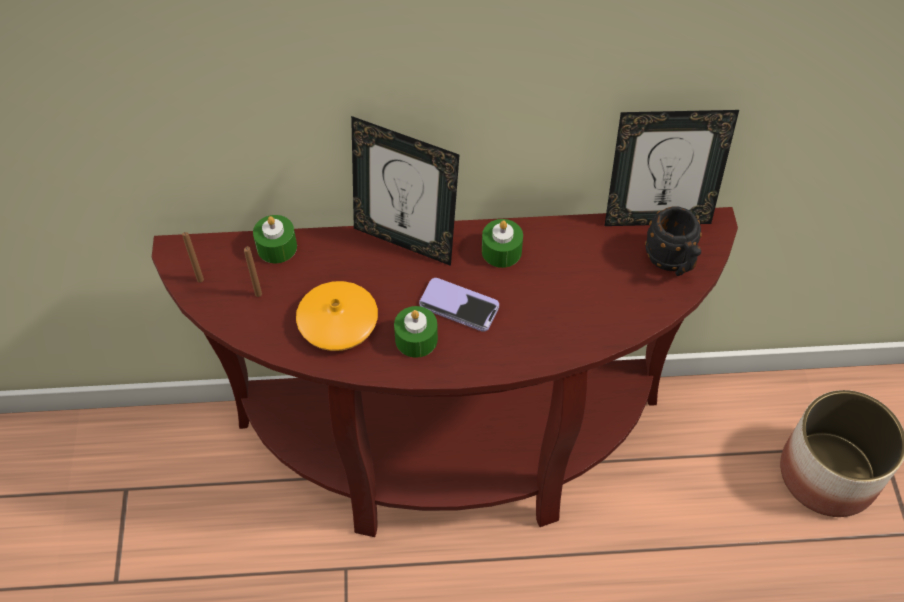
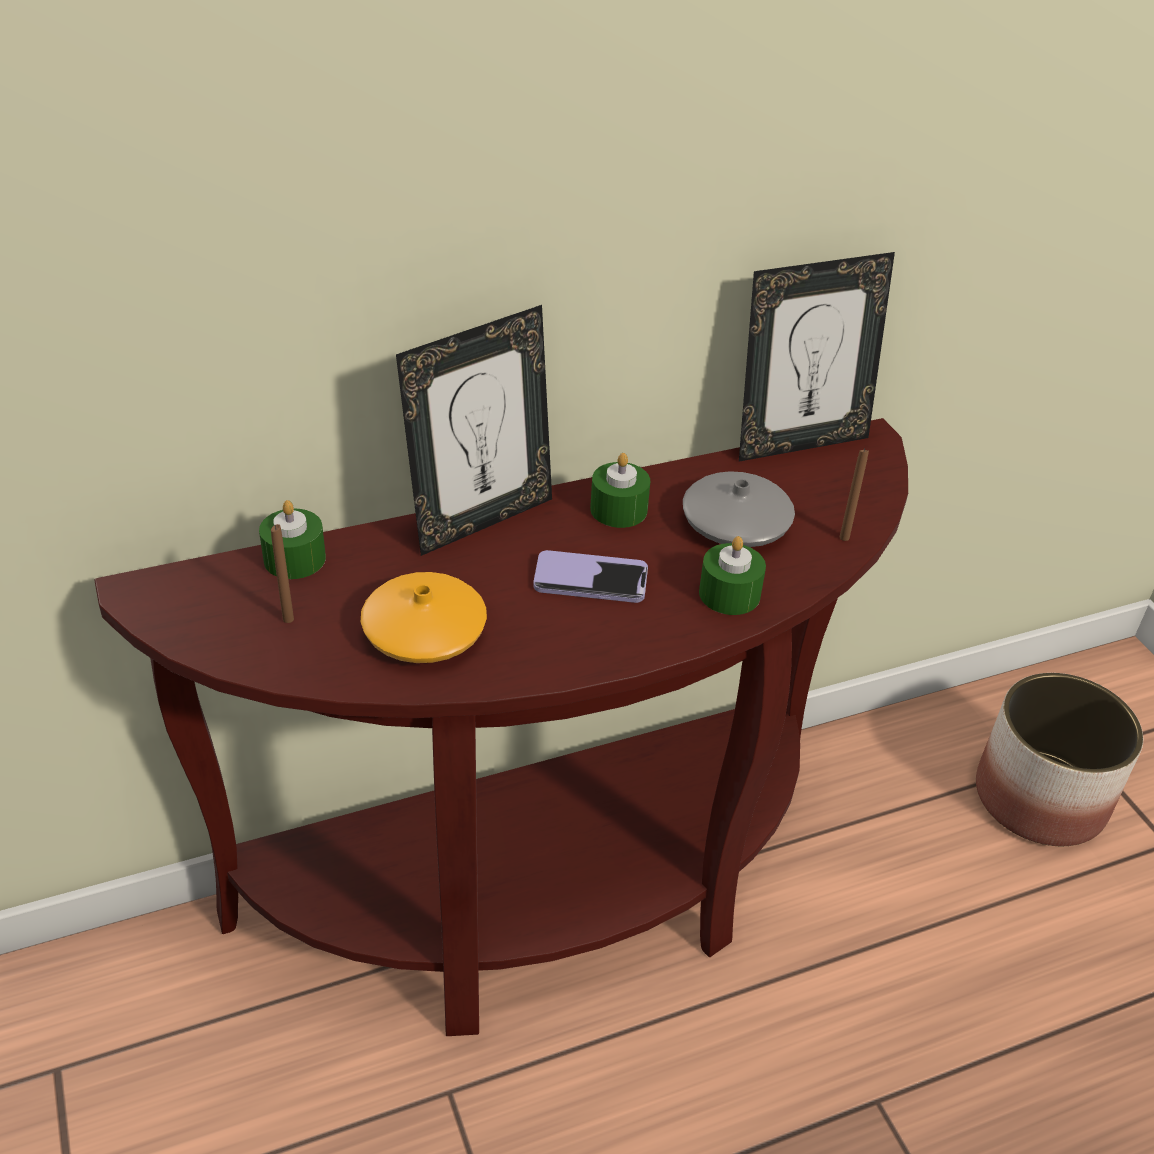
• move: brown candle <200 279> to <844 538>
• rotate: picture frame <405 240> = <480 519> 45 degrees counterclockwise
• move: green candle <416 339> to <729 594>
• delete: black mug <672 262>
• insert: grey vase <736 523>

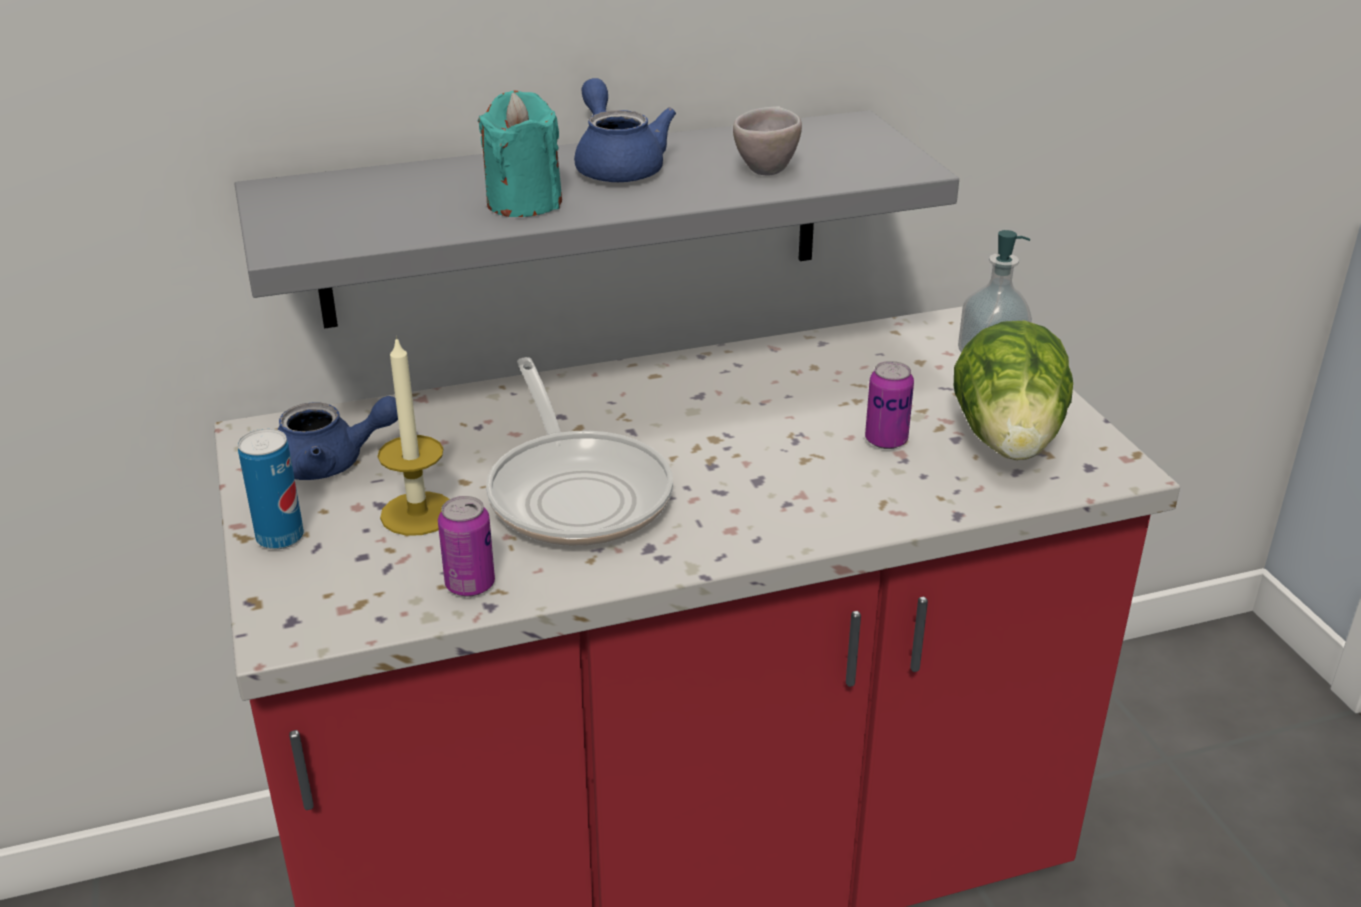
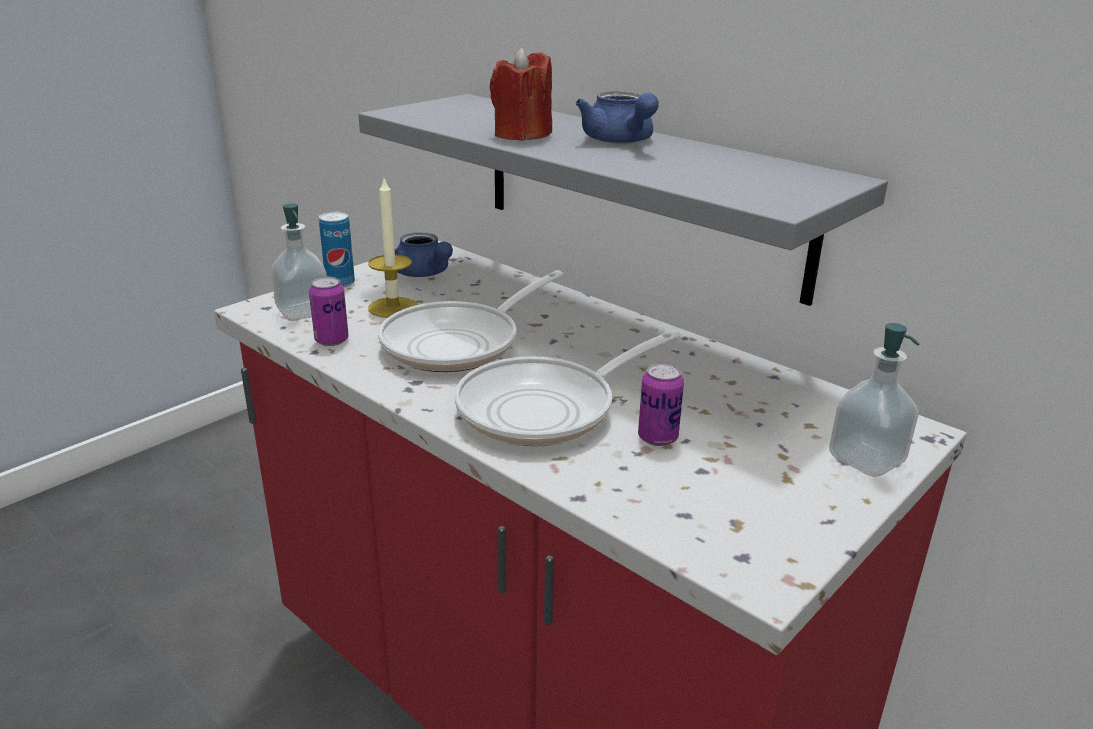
• recolor: turquoise candle <524 203> to red candle <522 135>
• rotate: blue teapot <617 166> = <620 141> 120 degrees clockwise
• delete: beige cup <767 168>
• delete: lettuce <1009 443>
• insert: soap dispenser <303 311>
• insert: frying pan <547 408>

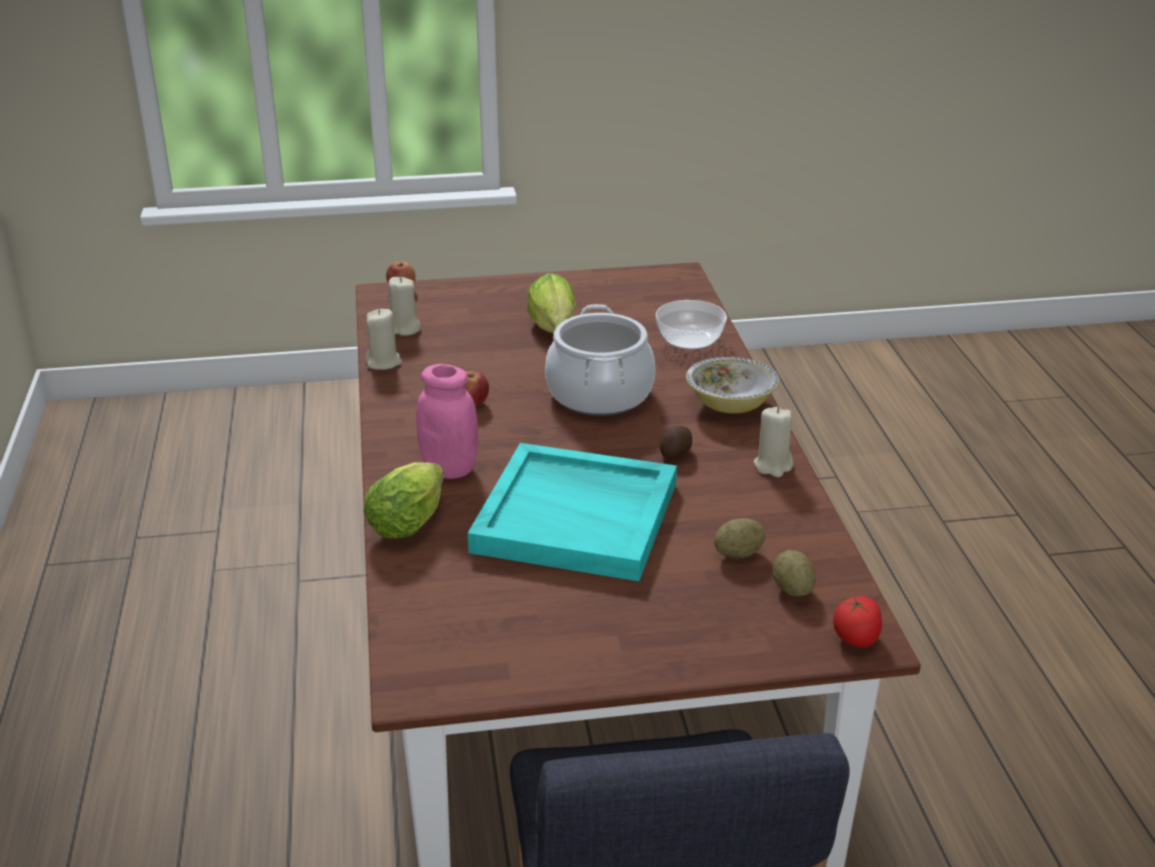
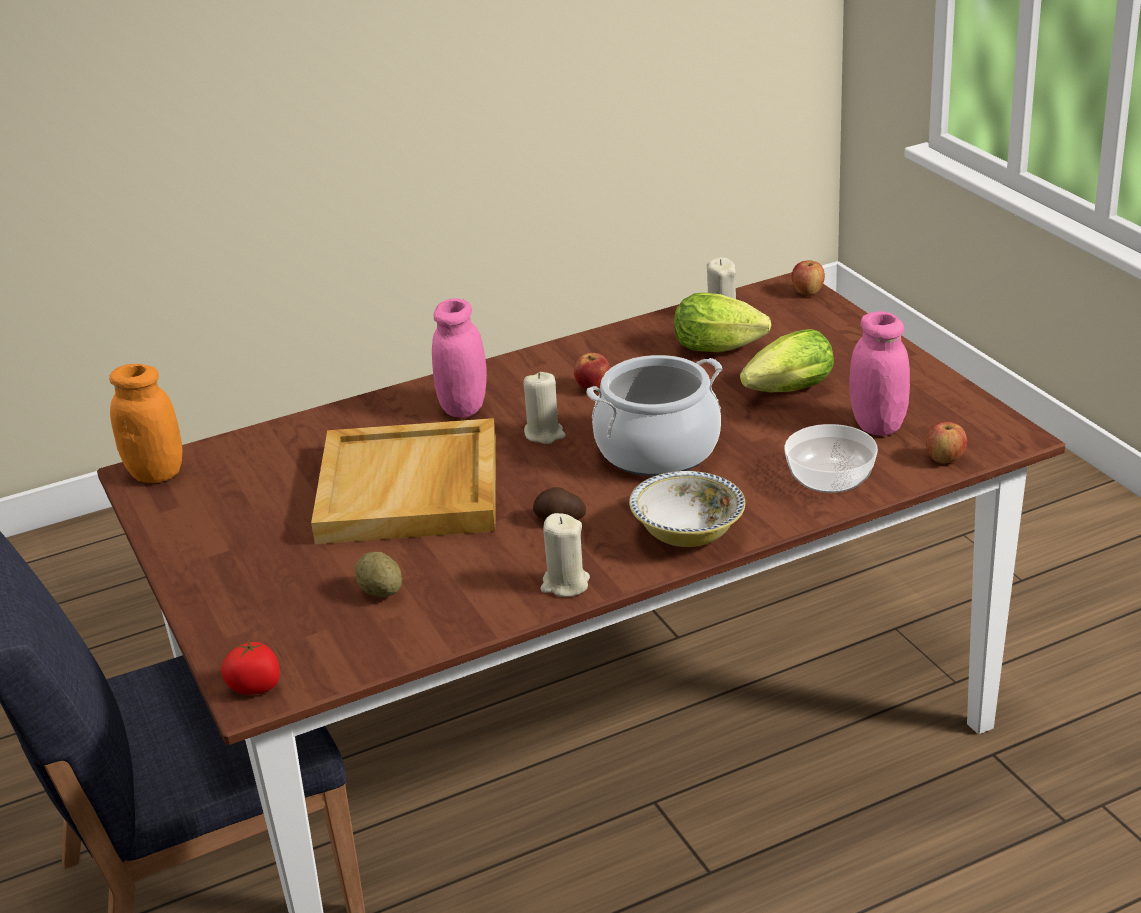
• move: lettuce <410 521> to <723 349>
• move: beige candle <384 362> to <544 434>
• recolor: turquoise tray <578 517> to beige tray <411 489>
• delete: potato <792 589>
• insert: orange jar <156 473>
• insert: pink jar <877 425>
• insert: apple <944 459>

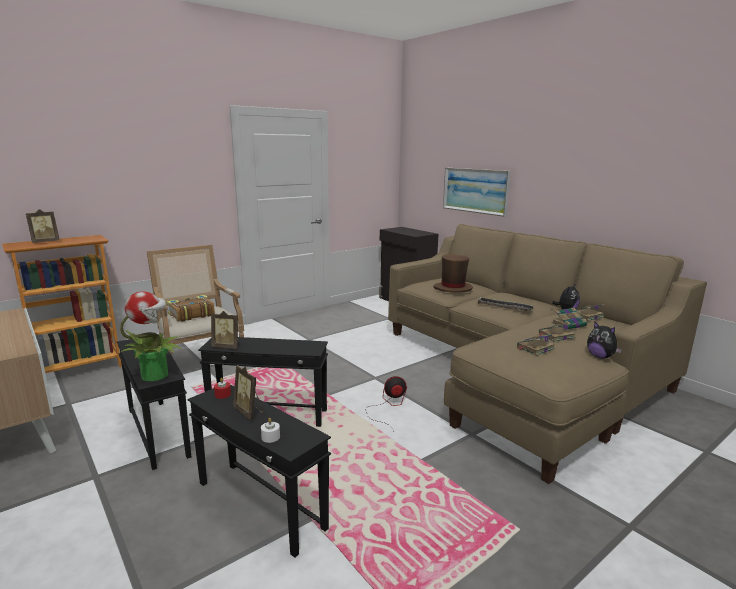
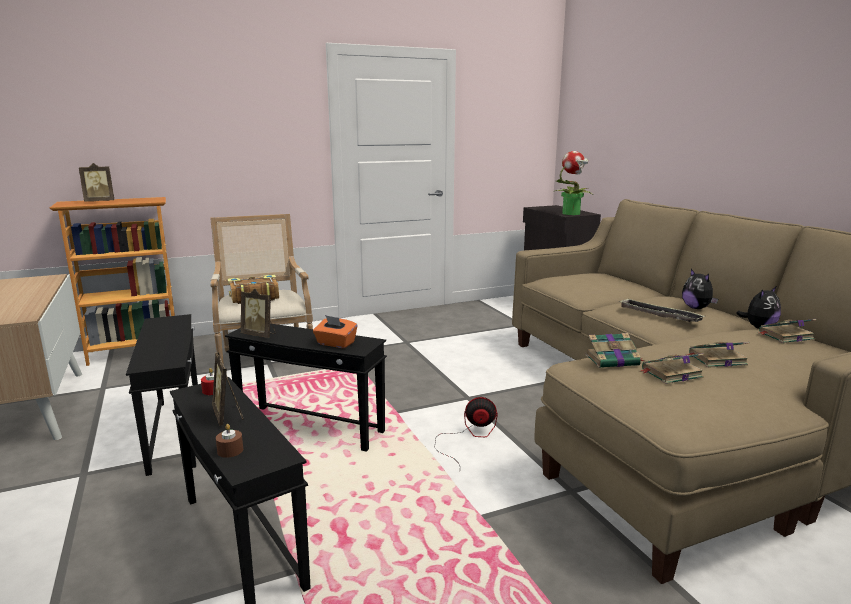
• move: potted plant <155 375> to <571 213>
• recolor: white candle <270 437> to brown candle <230 450>
• delete: brown hat <452 288>
• delete: picture <475 190>
• move: book <569 324> to <613 360>
• move: plush toy <600 356> to <696 308>
• insert: orange tissue box <335 343>

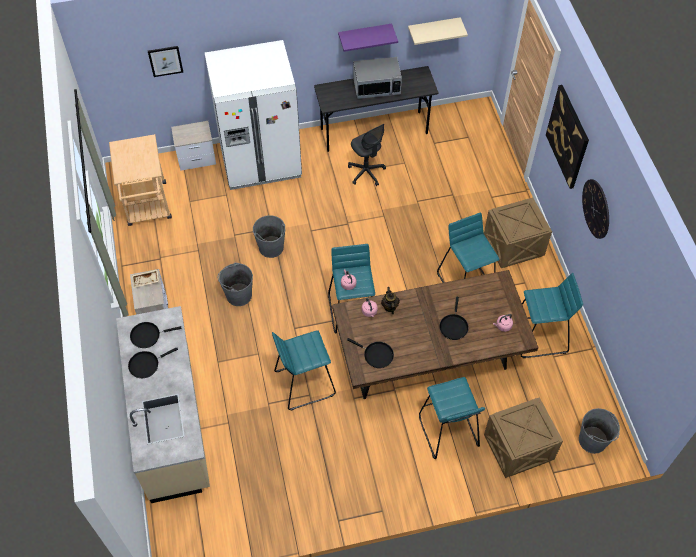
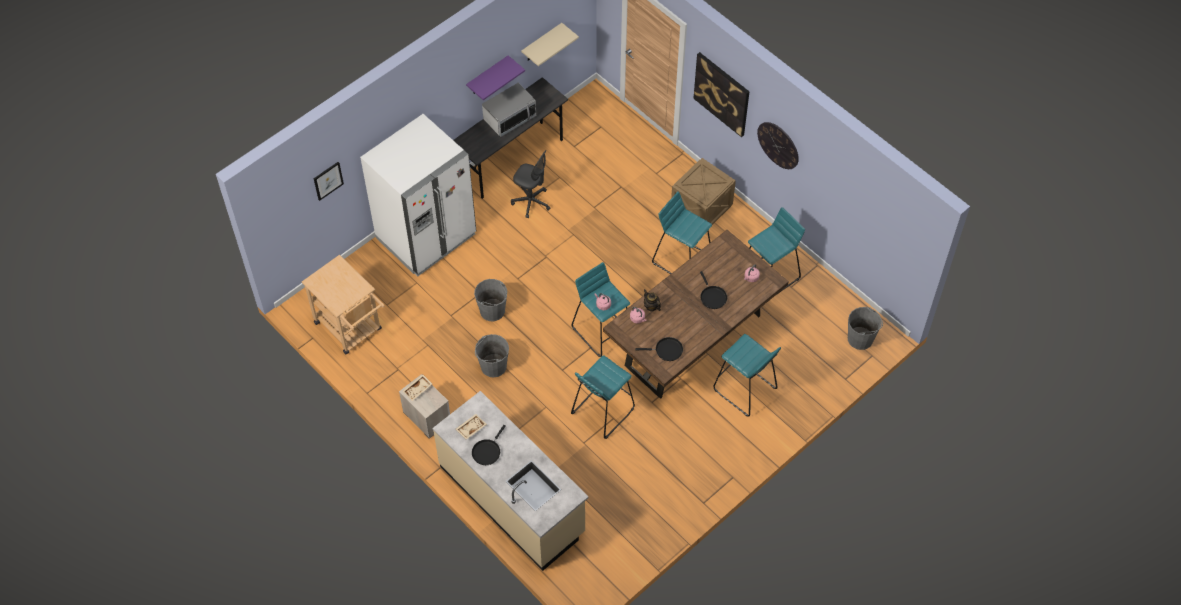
• replace: black frying pan <148 335> to beige tray <471 428>
• delete: nightstand <197 158>
• delete: crate <517 447>

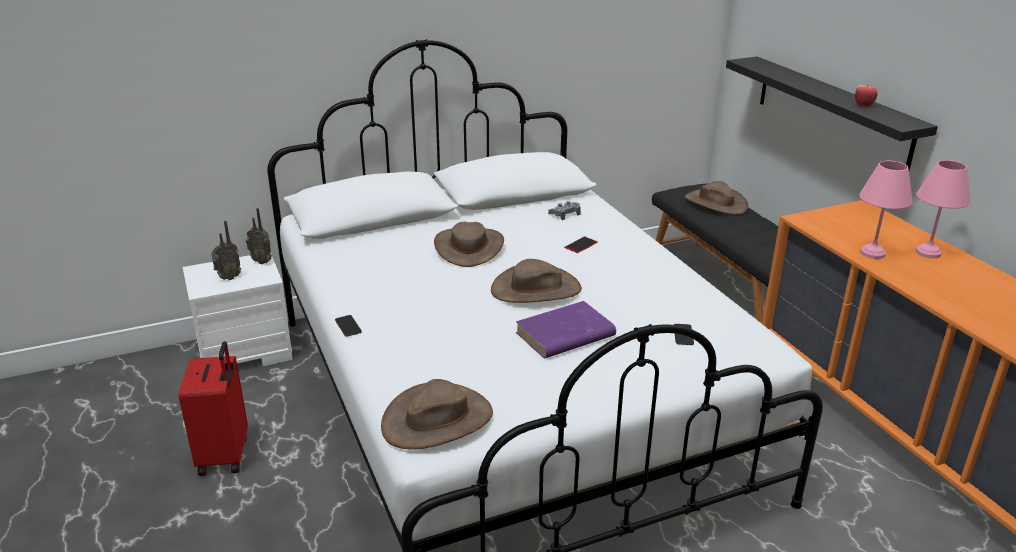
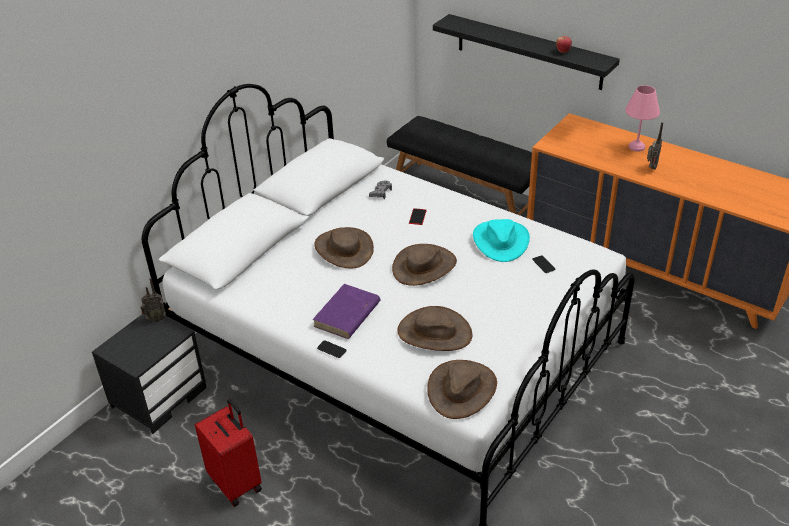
• recolor: white nightstand <246 350> to black nightstand <159 396>
• move: radio <228 278> to <651 168>
• move: purple book <564 335> to <347 315>
• move: brown hat <715 203> to <434 333>
• delete: pink table lamp <871 252>
• insert: turquoise hat <500 241>

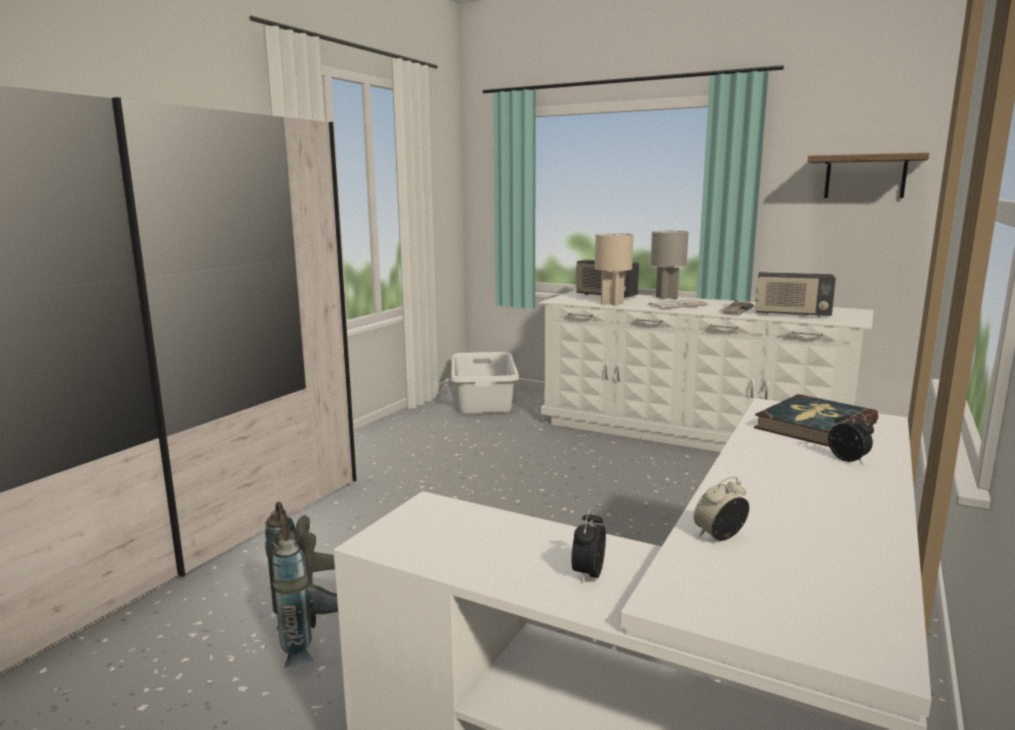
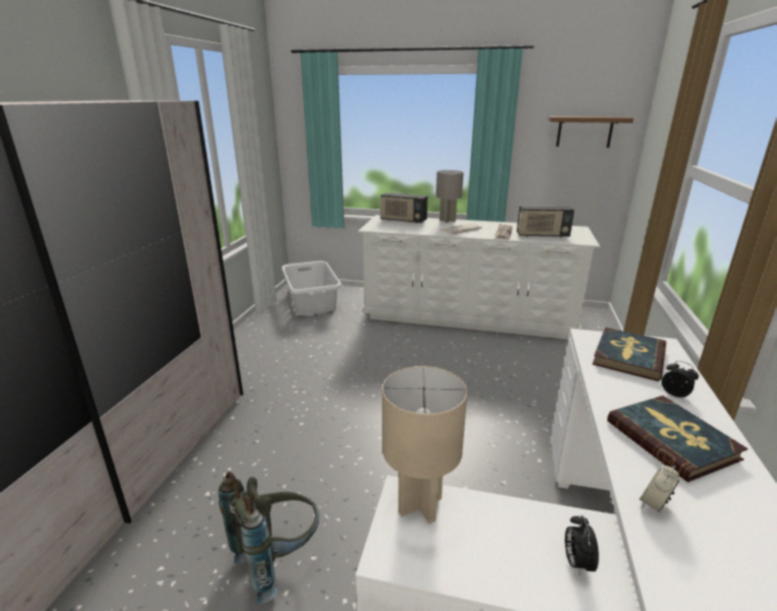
• move: beige table lamp <612 304> to <421 505>
• insert: book <672 439>

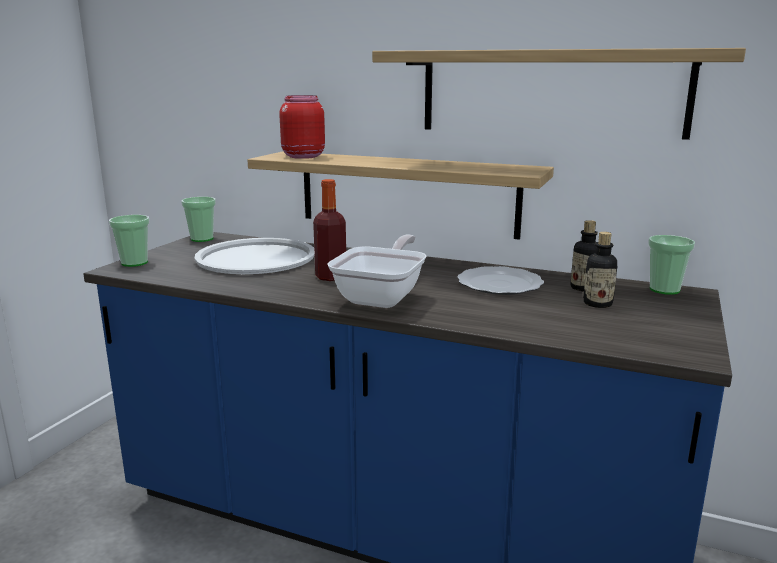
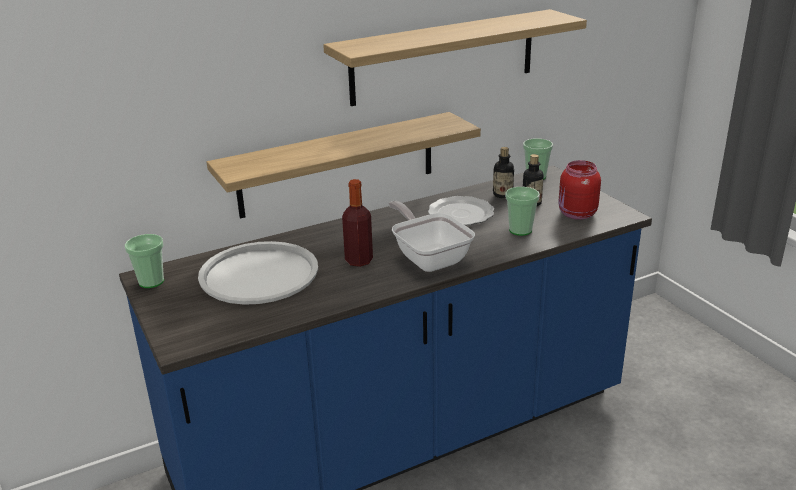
• move: cup <134 263> to <520 230>
• move: red jar <302 156> to <576 214>

